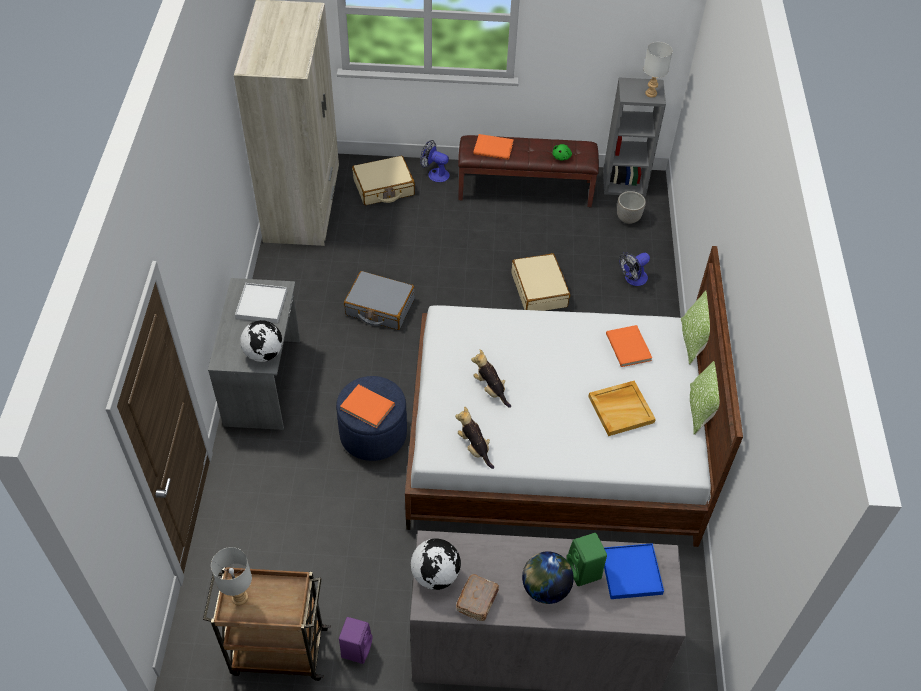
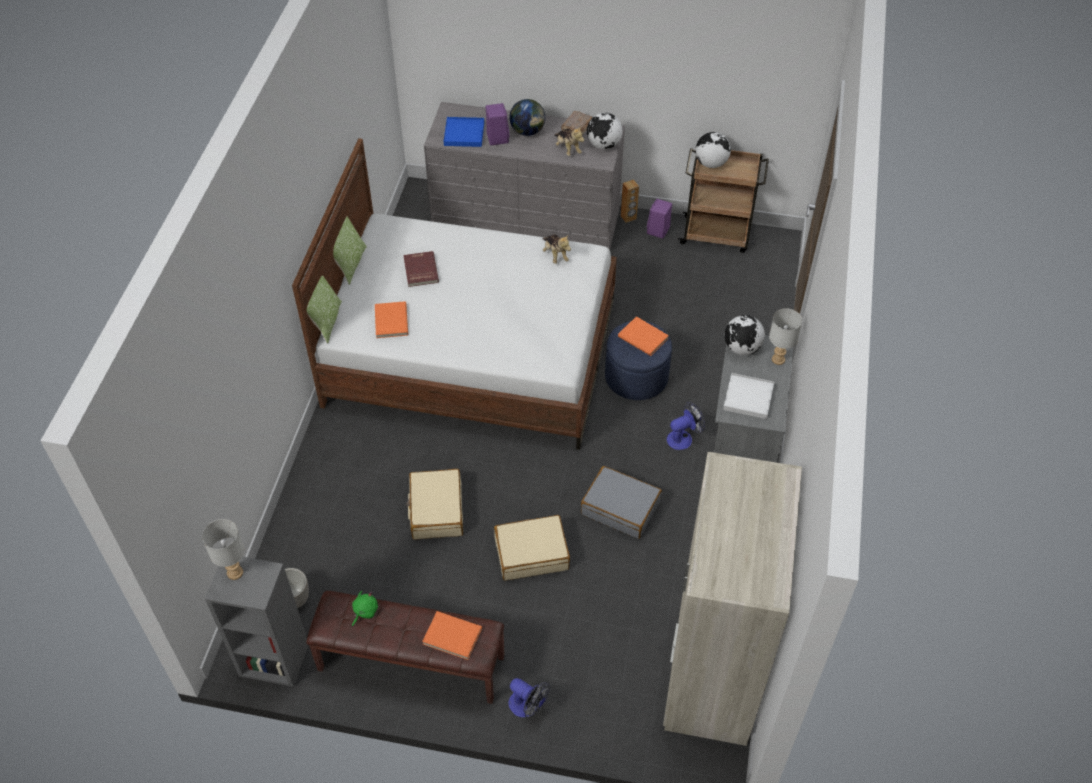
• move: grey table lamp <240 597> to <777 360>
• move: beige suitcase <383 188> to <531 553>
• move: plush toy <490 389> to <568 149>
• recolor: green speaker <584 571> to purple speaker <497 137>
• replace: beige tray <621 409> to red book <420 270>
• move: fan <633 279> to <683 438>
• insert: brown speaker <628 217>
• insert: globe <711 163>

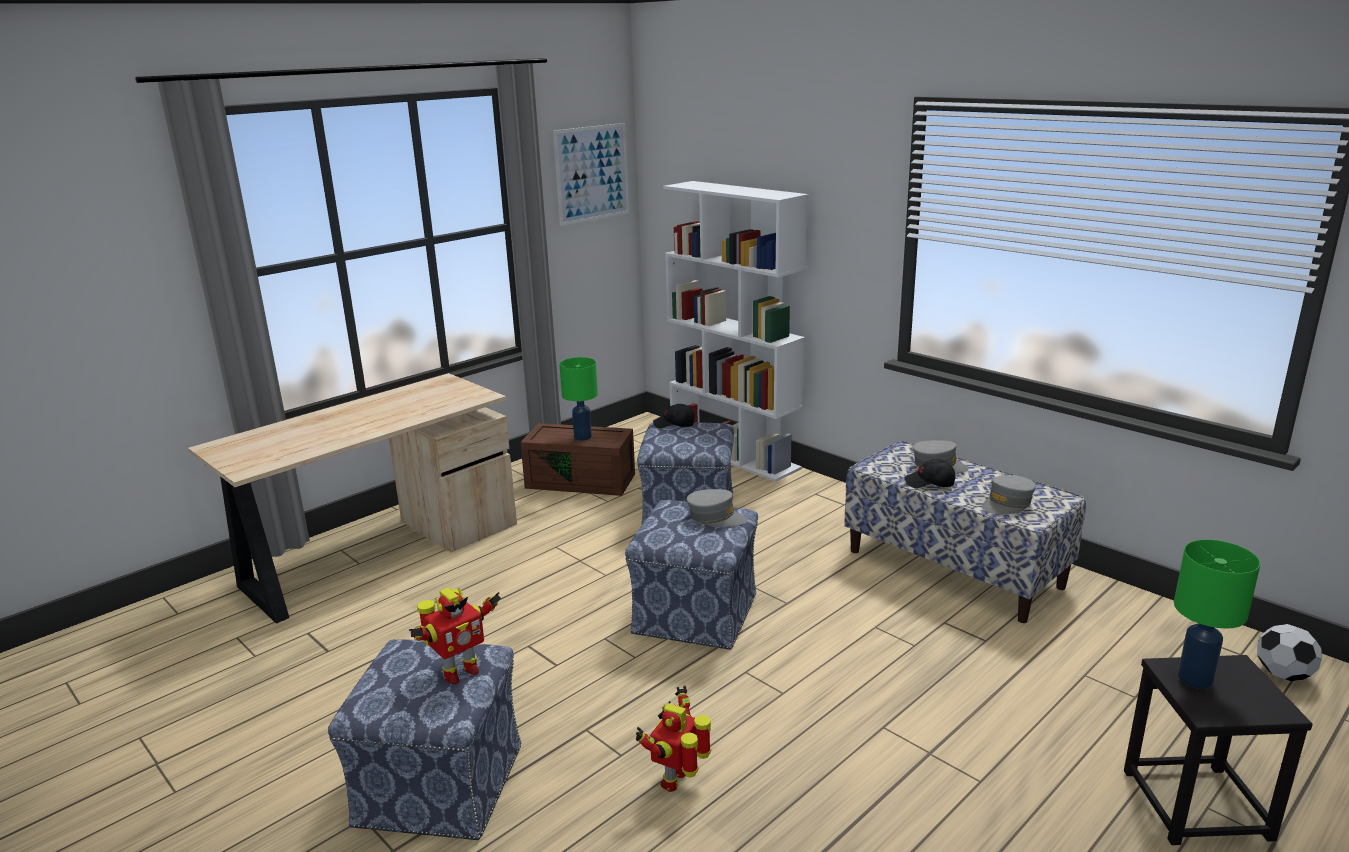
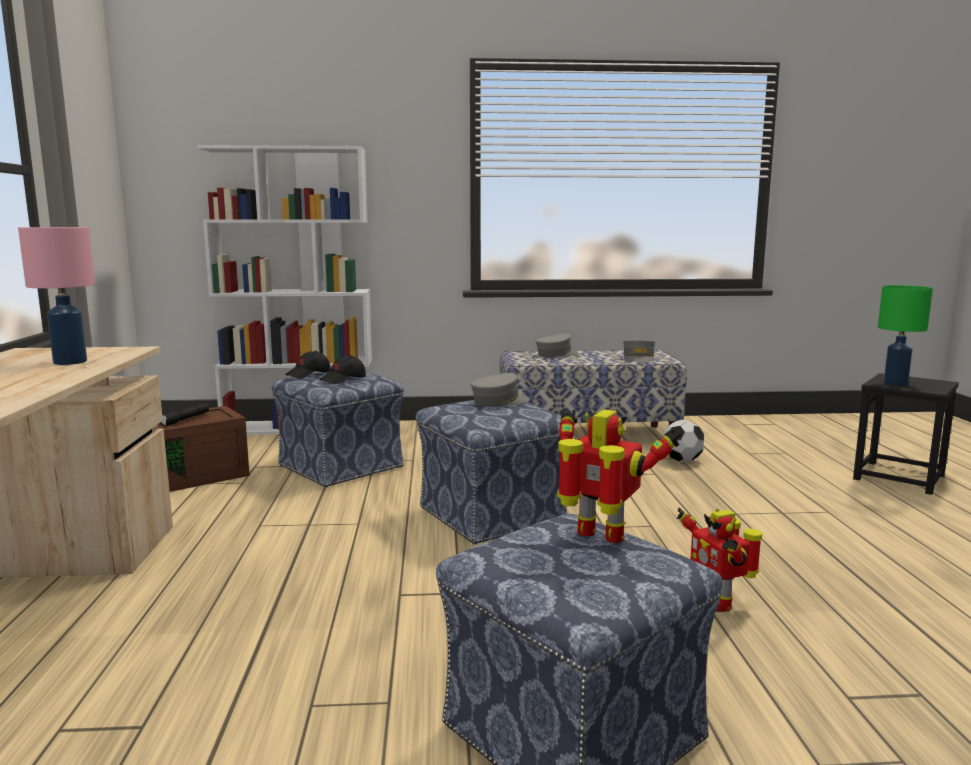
• rotate: toy robot <459 673> = <601 537> 60 degrees counterclockwise
• delete: picture <592 173>
• replace: green table lamp <583 437> to black flashlight <184 420>
• move: black cap <929 483> to <343 380>
• move: football <1283 675> to <682 460>
• insert: pink table lamp <69 362>

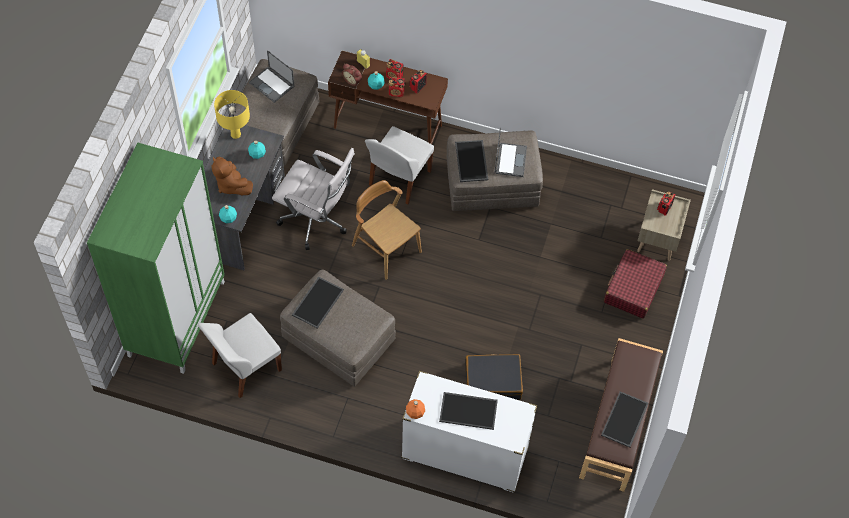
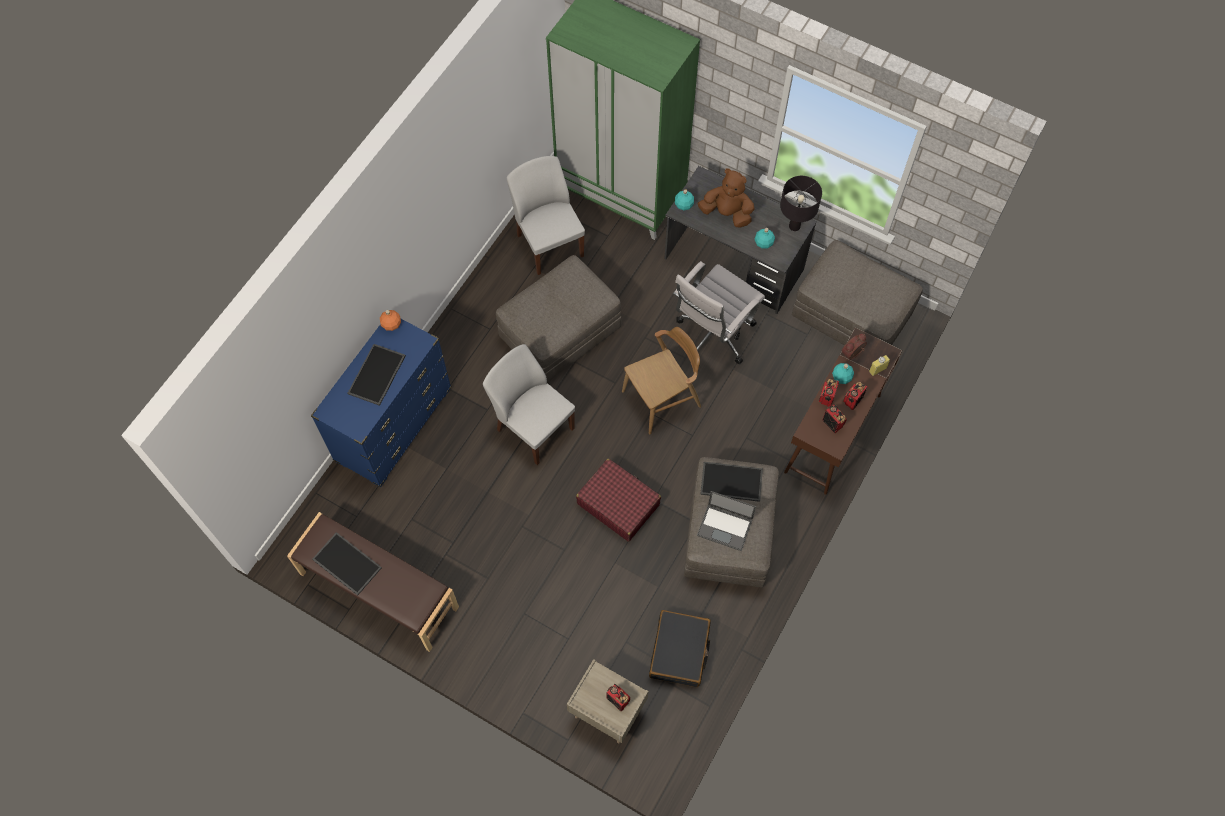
• rotate: brown plush toy <231 185> = <727 213> 45 degrees clockwise
• recolor: yellow table lamp <236 134> to black table lamp <794 226>
• delete: laptop <272 84>
• delete: tray <317 301>
• move: white chair <399 179> to <534 427>
• recolor: white dresser <464 454> to blue dresser <394 425>
• move: black suitcase <492 381> to <679 651>
• move: red suitcase <633 289> to <618 503>

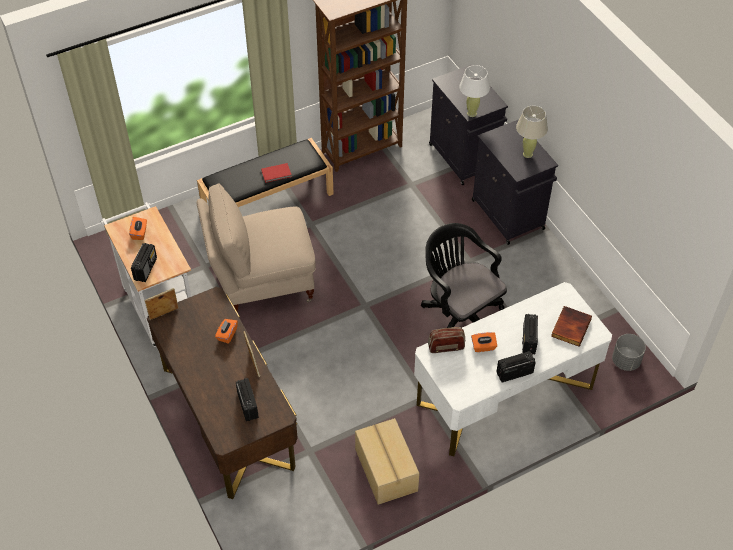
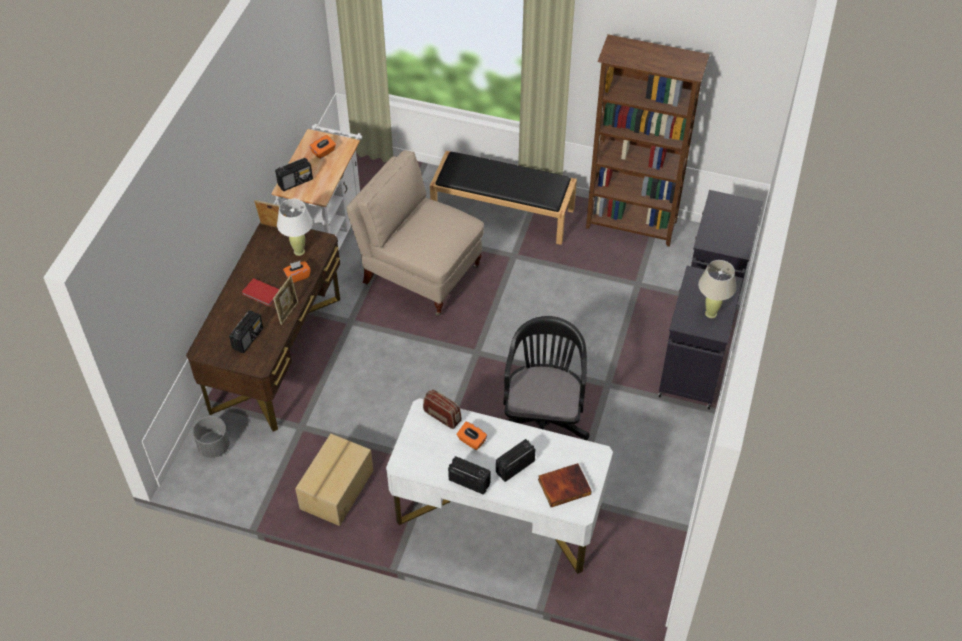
• move: red book <277 174> to <261 294>
• move: white table lamp <472 113> to <299 251>
• move: grey planter <626 361> to <214 447>

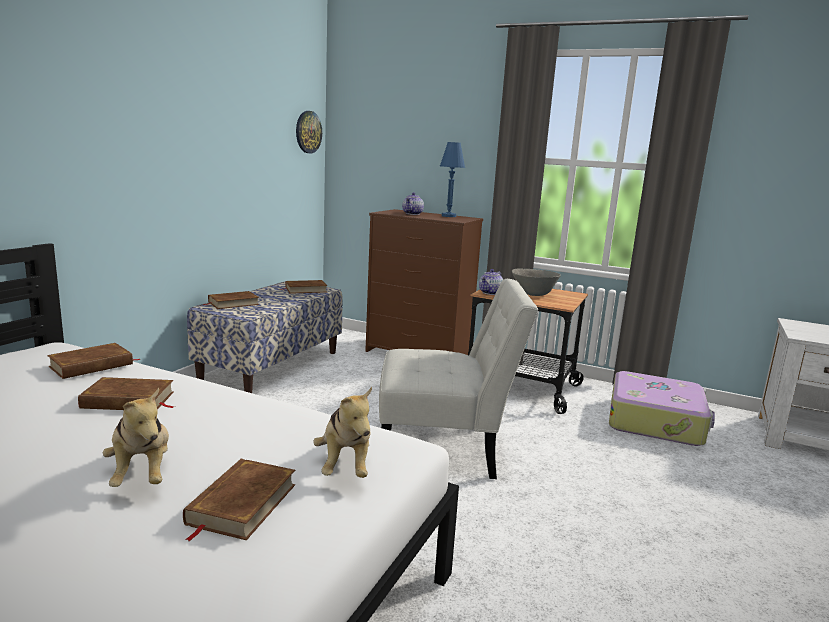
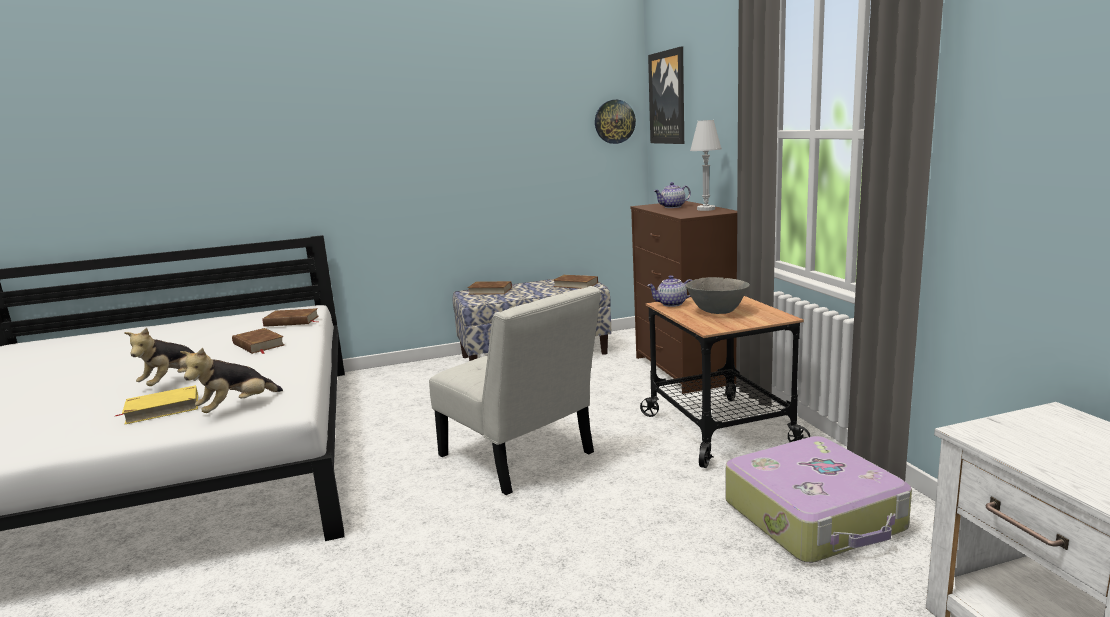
• recolor: brown book <241 504> to yellow book <162 409>
• recolor: blue table lamp <448 216> to white table lamp <706 209>
• insert: picture <668 97>

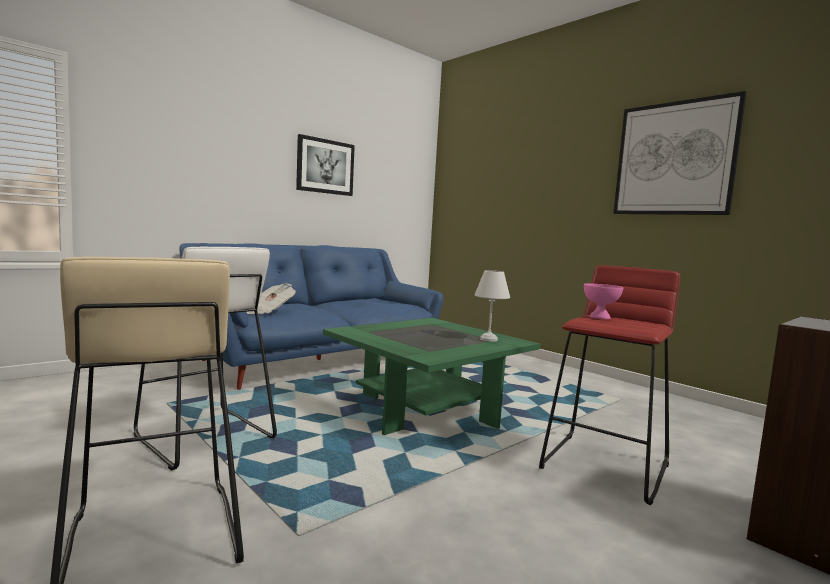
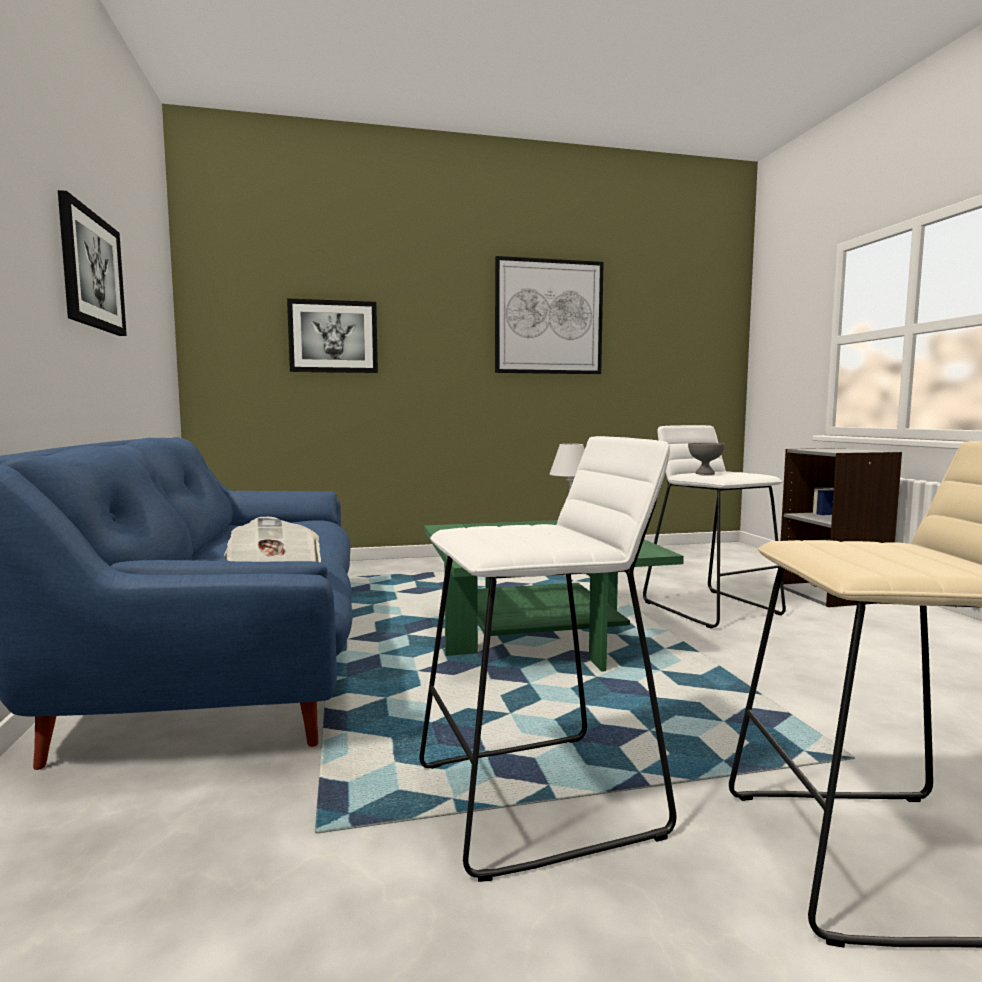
• recolor: red stool <605 466> to white stool <711 608>
• recolor: pink bowl <599 317> to grey bowl <704 473>
• insert: picture <333 336>

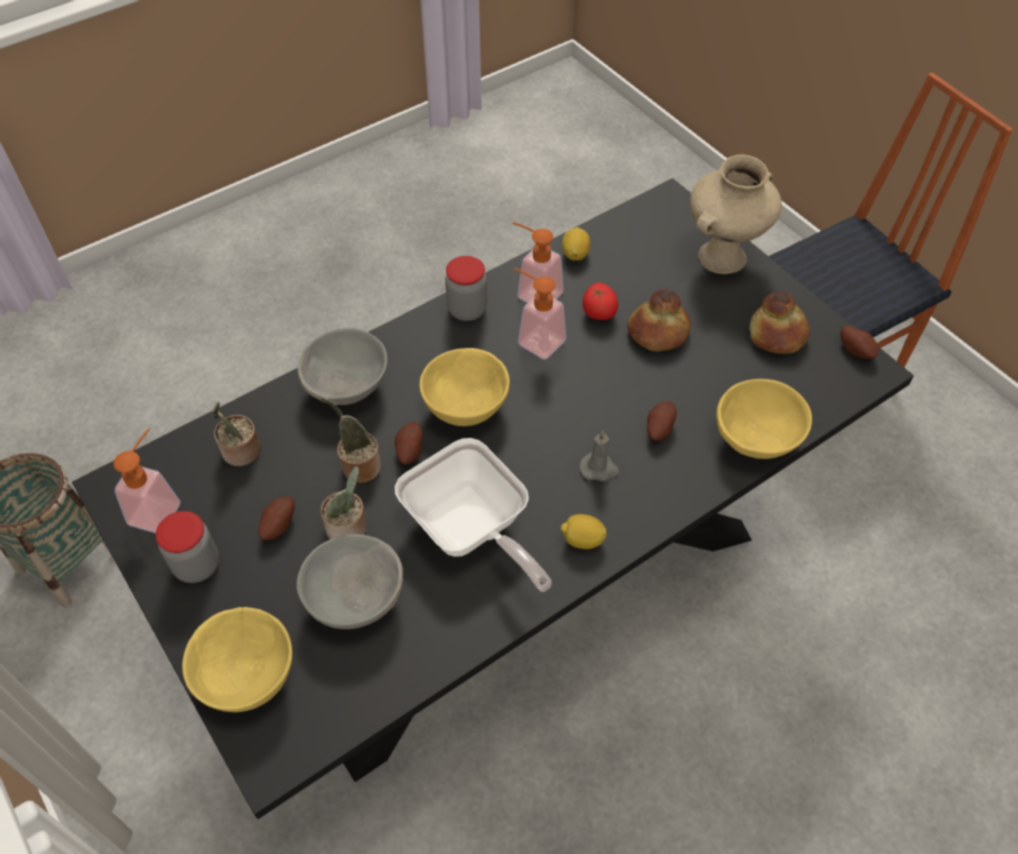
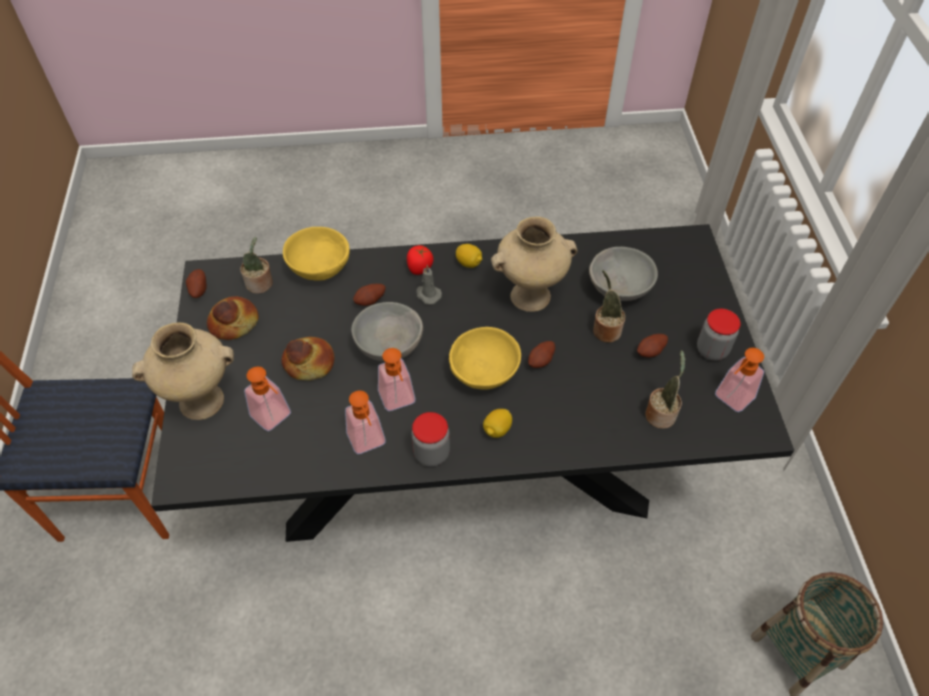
• delete: yellow bowl <246 677>
• move: grey bowl <348 388> to <388 346>
• move: potted plant <358 466> to <260 284>
• replace: frying pan <471 531> to beige vase <531 295>
• move: lemon <575 254> to <497 429>
• move: tomato <598 313> to <419 268>
• insert: soap dispenser <275 419>

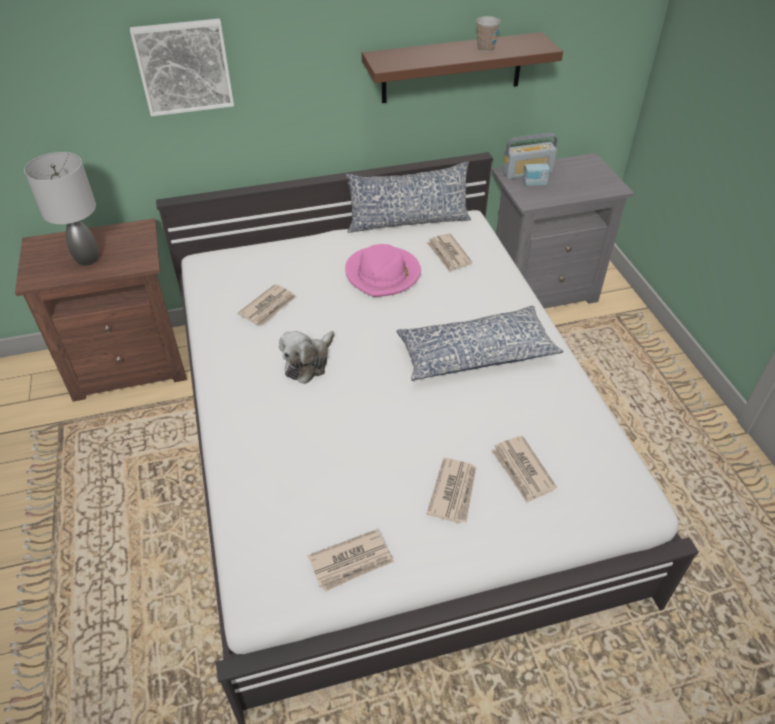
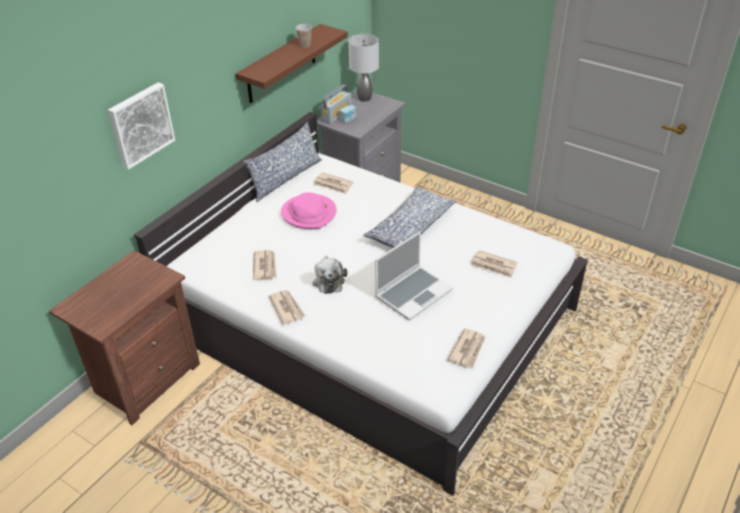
• move: grey table lamp <88 258> to <364 98>
• move: newspaper <454 492> to <287 308>
• insert: laptop <413 293>

